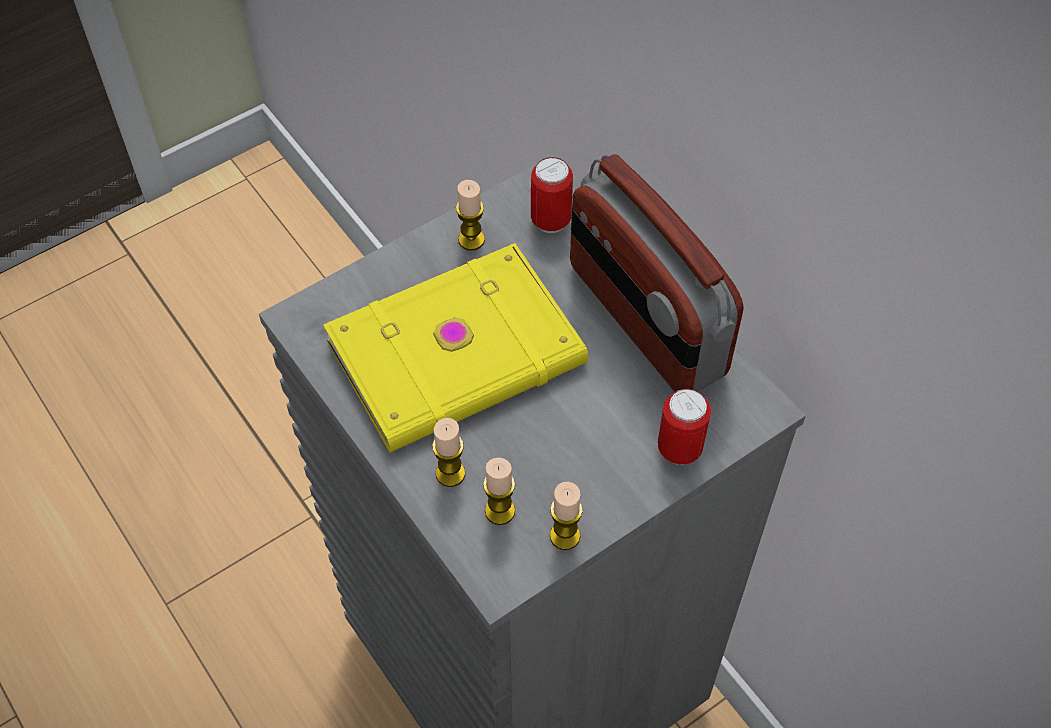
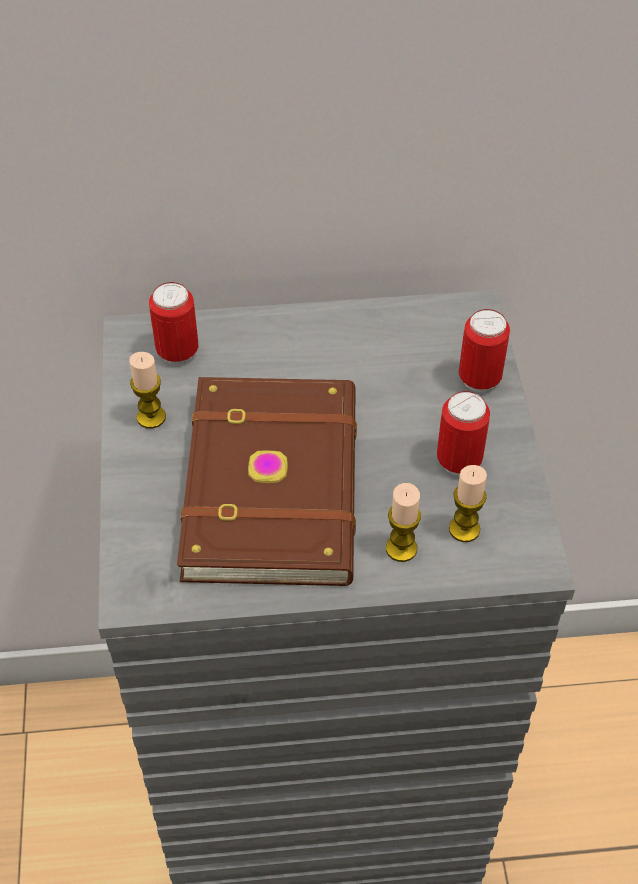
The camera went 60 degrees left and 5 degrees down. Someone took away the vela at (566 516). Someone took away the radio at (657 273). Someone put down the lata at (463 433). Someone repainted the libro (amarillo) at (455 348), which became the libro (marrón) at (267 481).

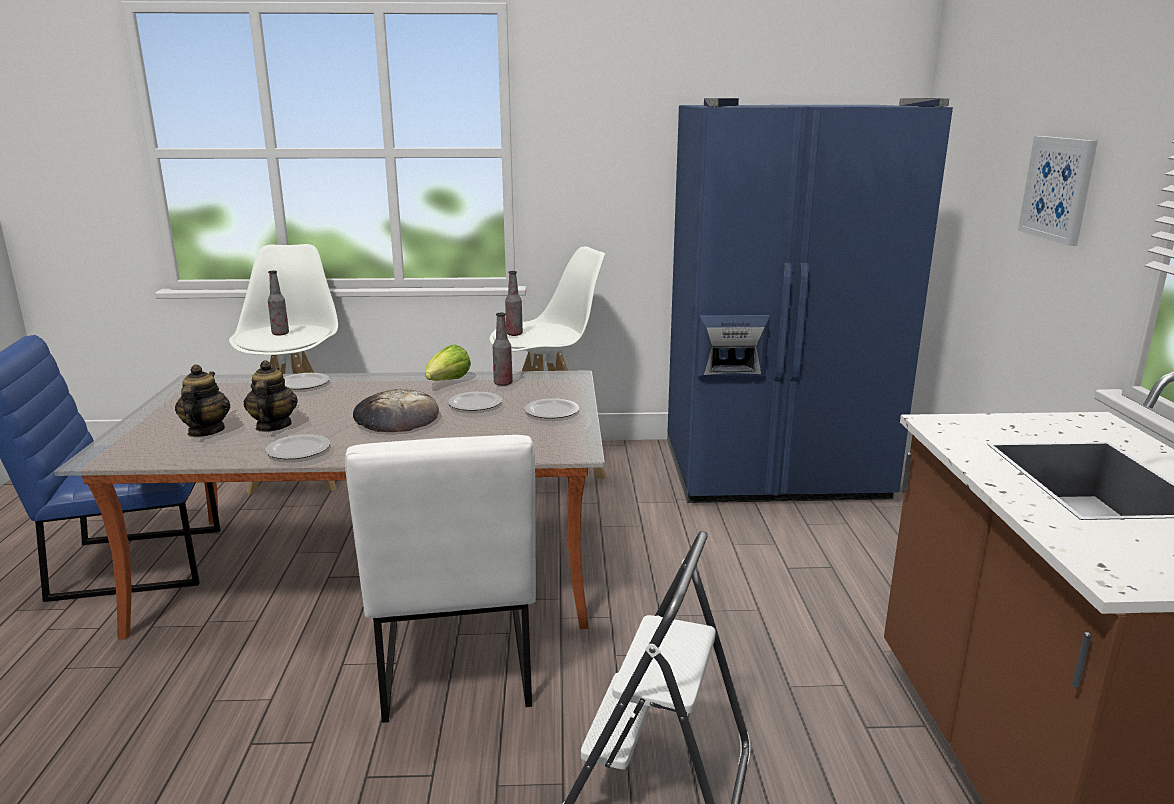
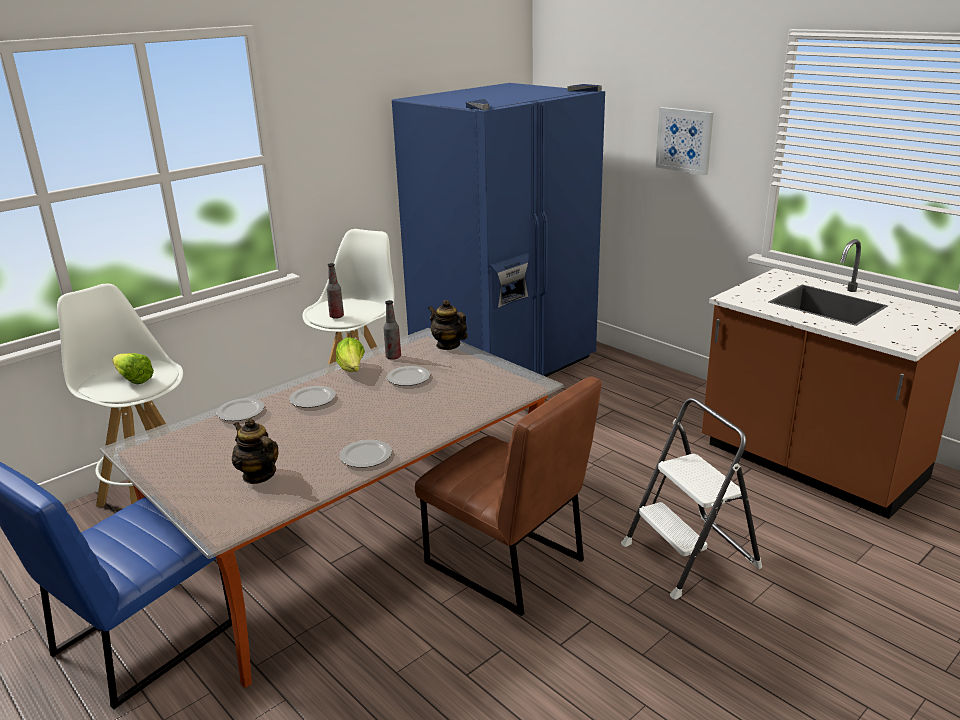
The camera went 40 degrees left and 5 degrees up. Someone took away the pan at (396 410). Someone carried the tetera from (271 396) to (448 325). Someone carried the plato from (551 409) to (312 397). Someone swapped the botella at (278 303) for the lechuga at (133 368). Someone repainted the silla (blanco) at (440 579), which became the silla (marrón) at (508 496).

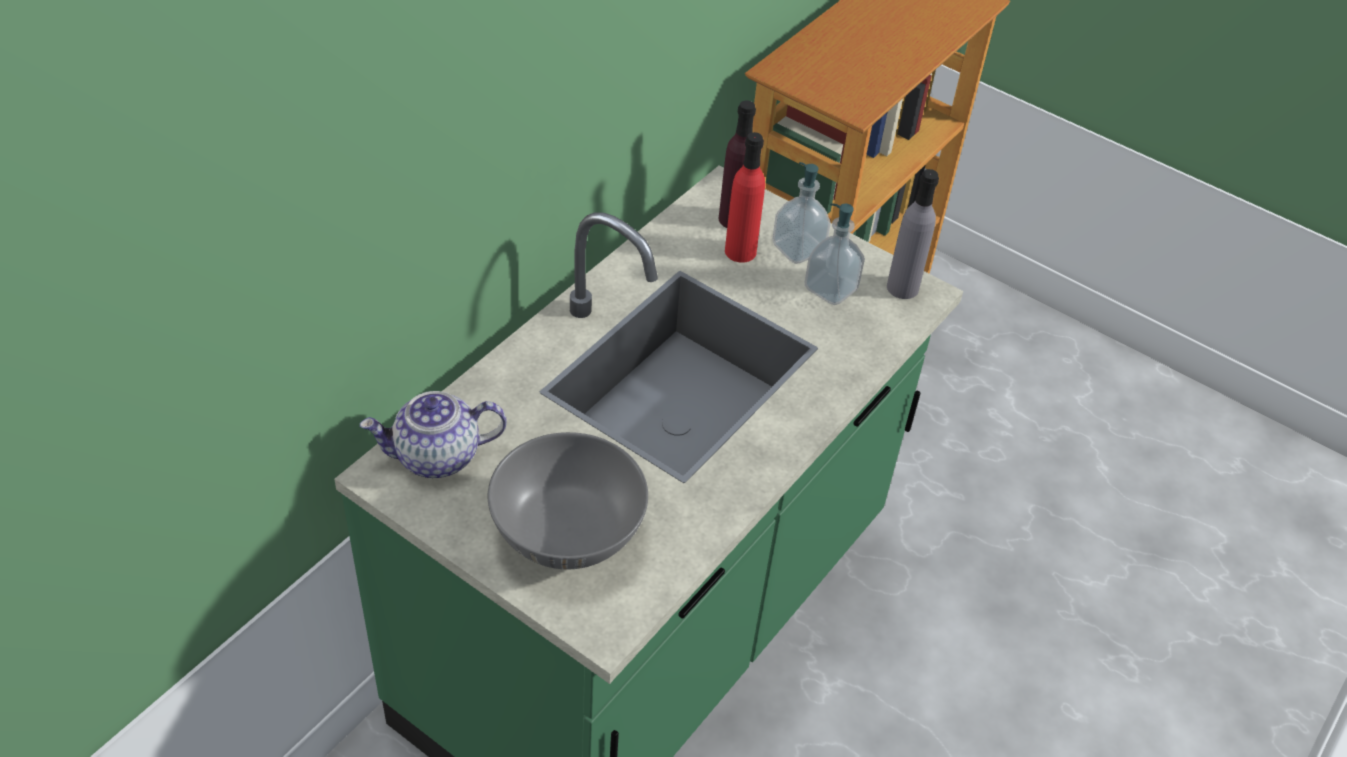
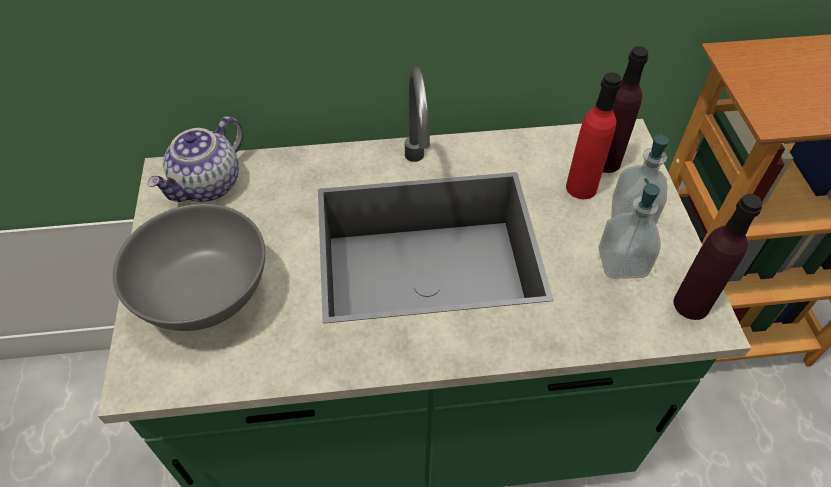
The camera went 50 degrees right and 5 degrees up. Someone repainted the botella (gris) at (913 234), which became the botella (morado) at (718 257). Someone rotated the tetera at (433 434) by 90 degrees counterclockwise.

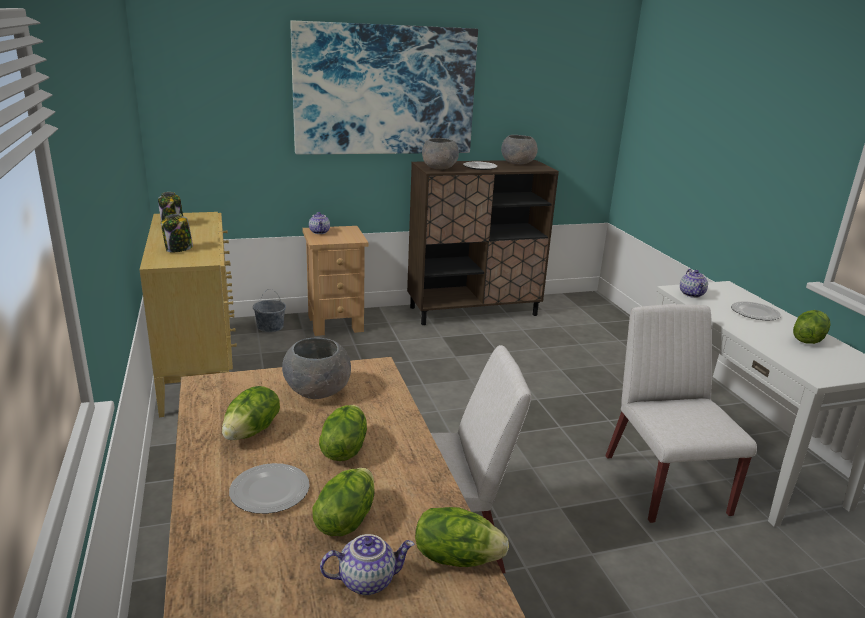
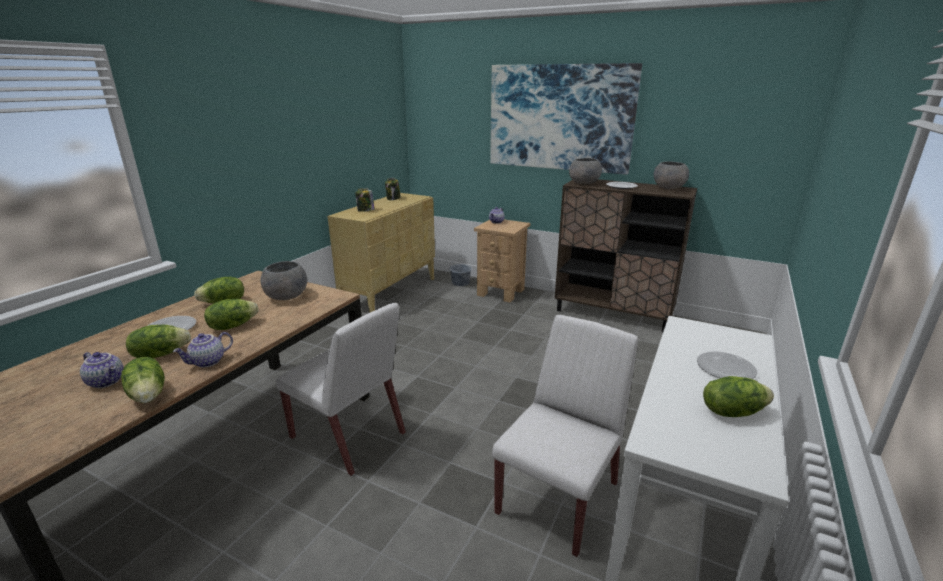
The camera went 45 degrees right and 0 degrees up. Someone carried the tetera from (694 283) to (203 350).

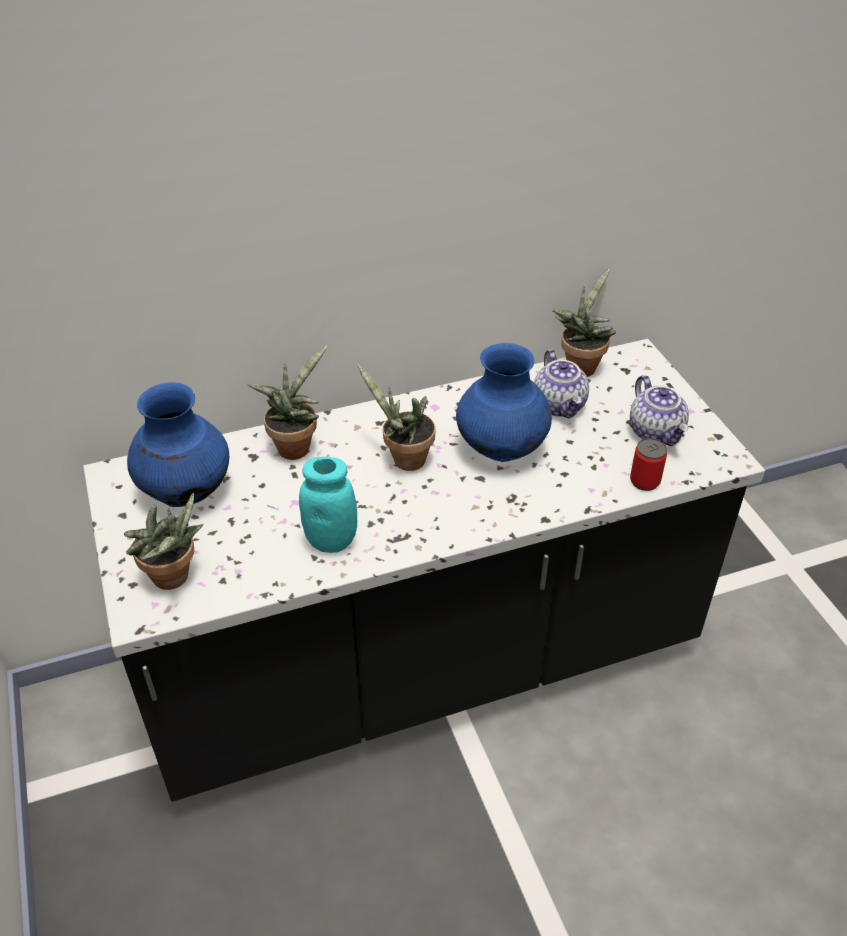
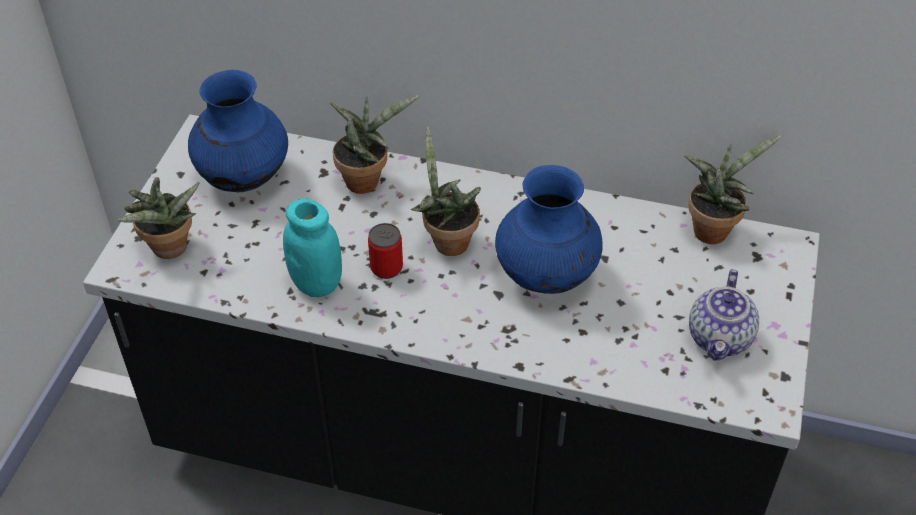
The camera went 35 degrees right and 5 degrees up. Someone took away the tetera at (561 384). Someone carried the lata from (648 464) to (385 251).

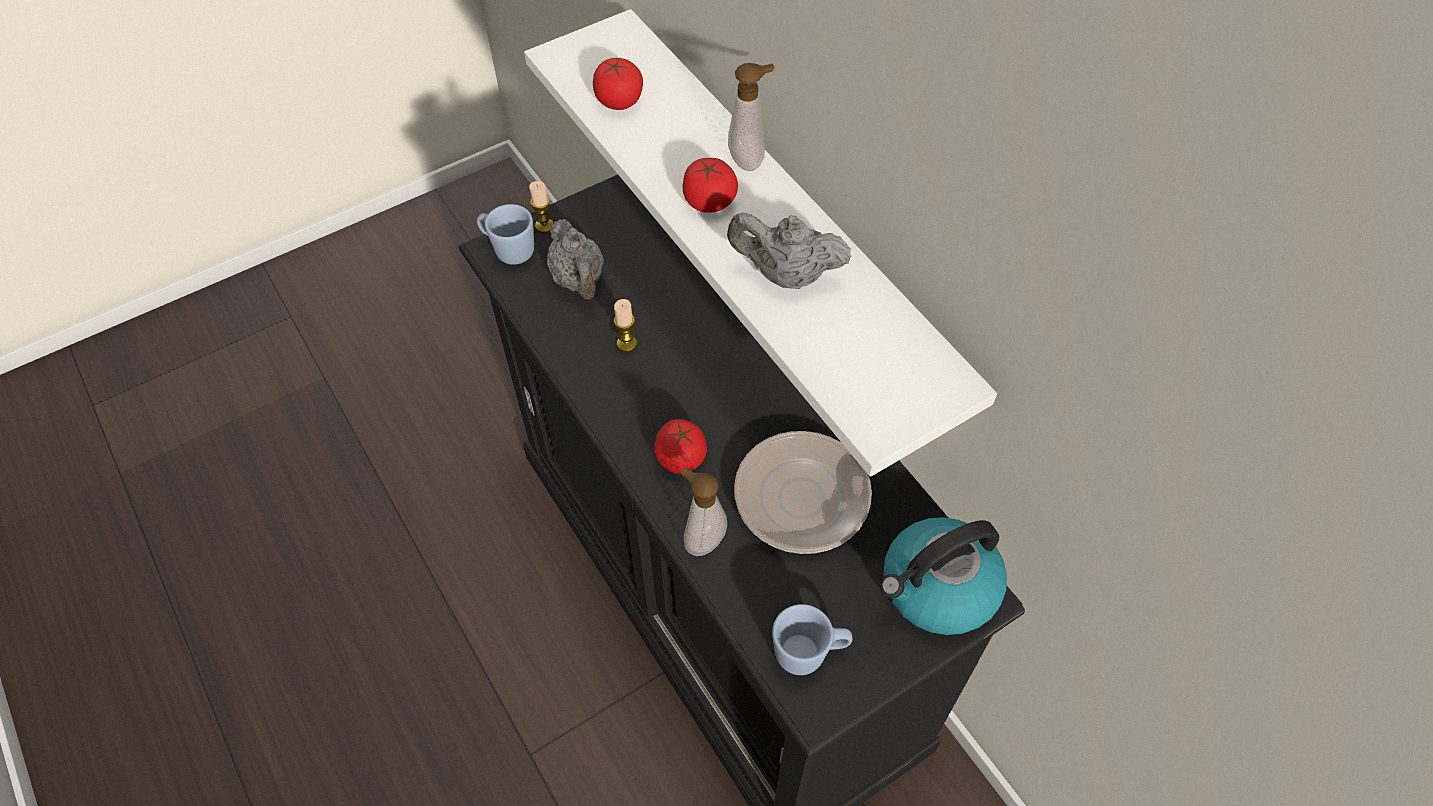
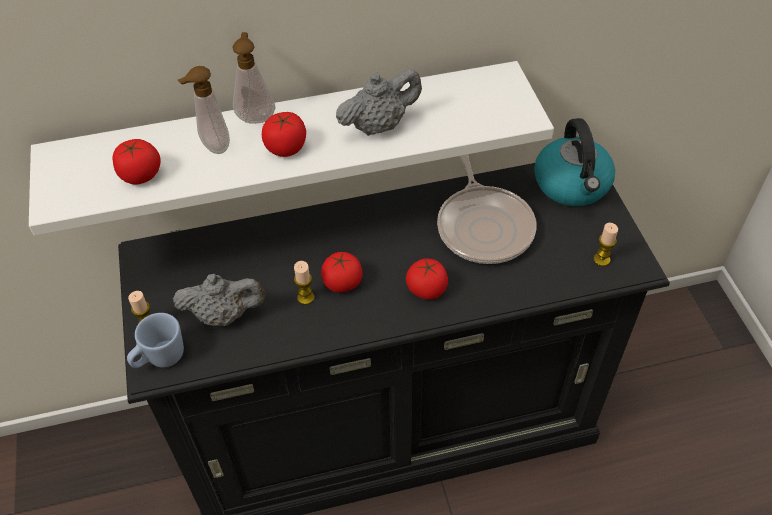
The camera went 70 degrees left and 5 degrees down. Someone put down the tomate at (342 271). Someone carried the dispensador de jabón from (704 511) to (204 110). Someone swapped the taza grande (azul) at (812 639) for the vela at (605 244). Someone rotated the tetera (gris) at (789 250) by 150 degrees counterclockwise.

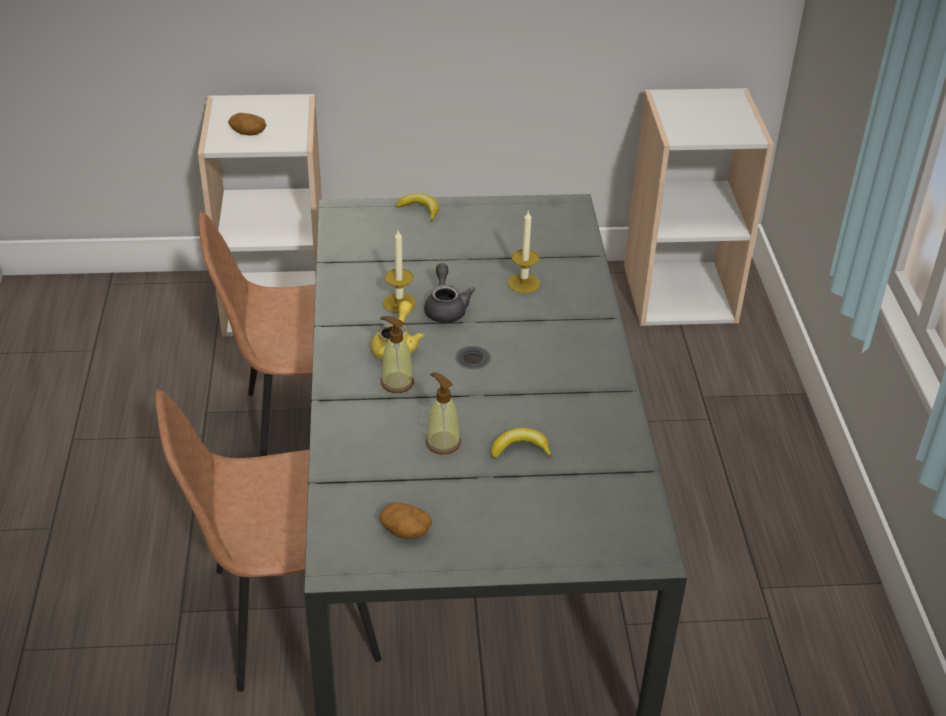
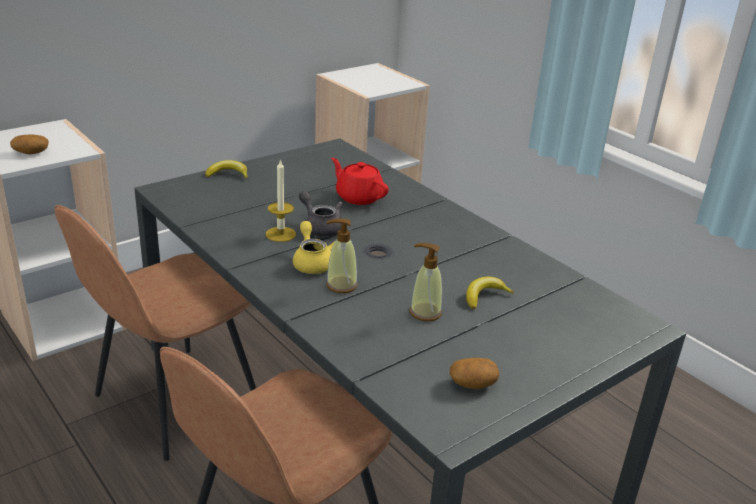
The camera went 35 degrees left and 10 degrees down. Someone swapped the vela at (524 252) for the tetera (rojo) at (360 181).

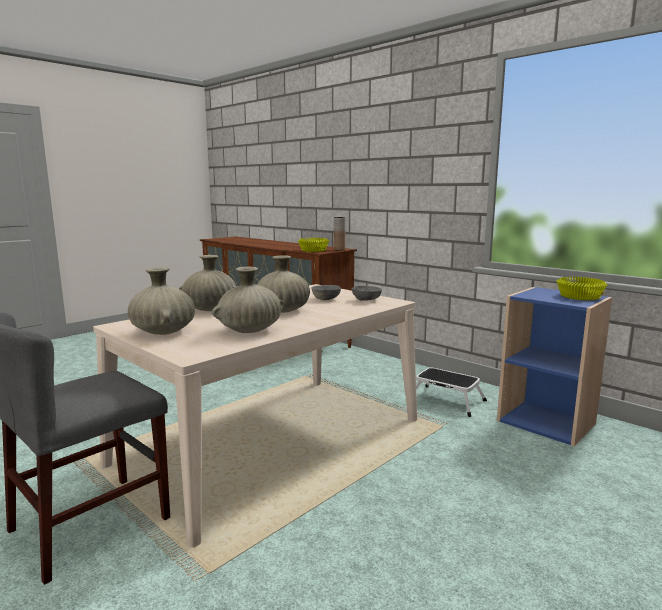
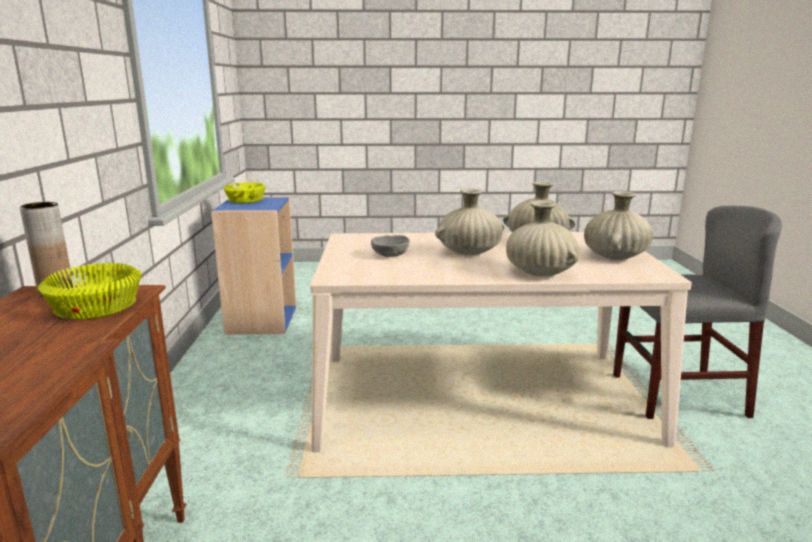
The camera went 135 degrees left and 5 degrees up. Someone took away the cuenco (gris) at (367 293). Someone took away the escalera de tijera (negro) at (451 392).

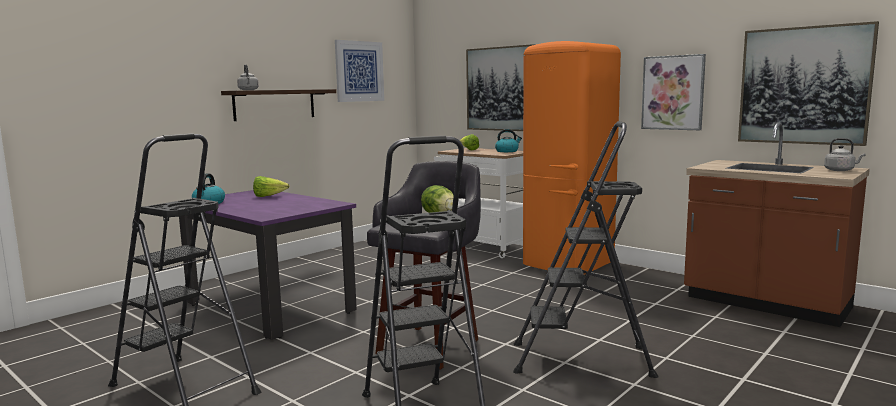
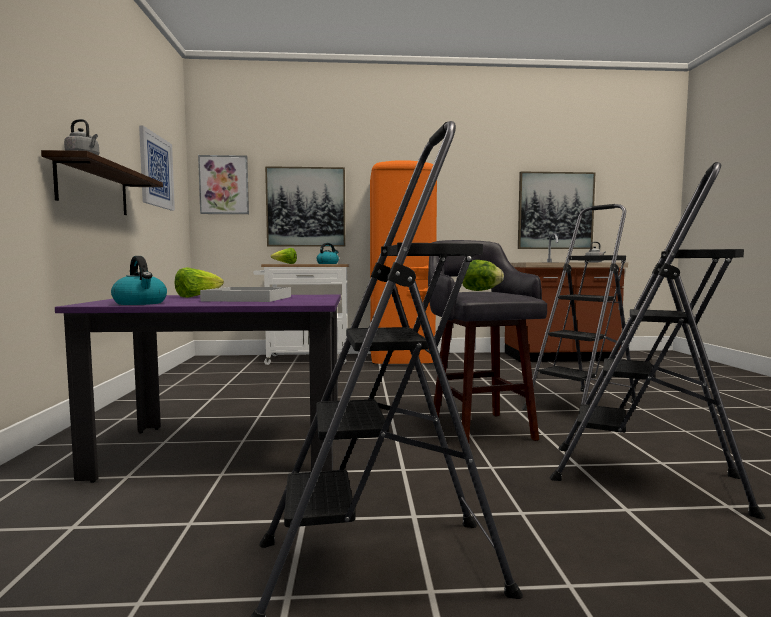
The camera went 45 degrees left and 5 degrees down. Someone put down the bandeja (blanco) at (245 294). Someone carried the cuadro from (673 92) to (223 184).

